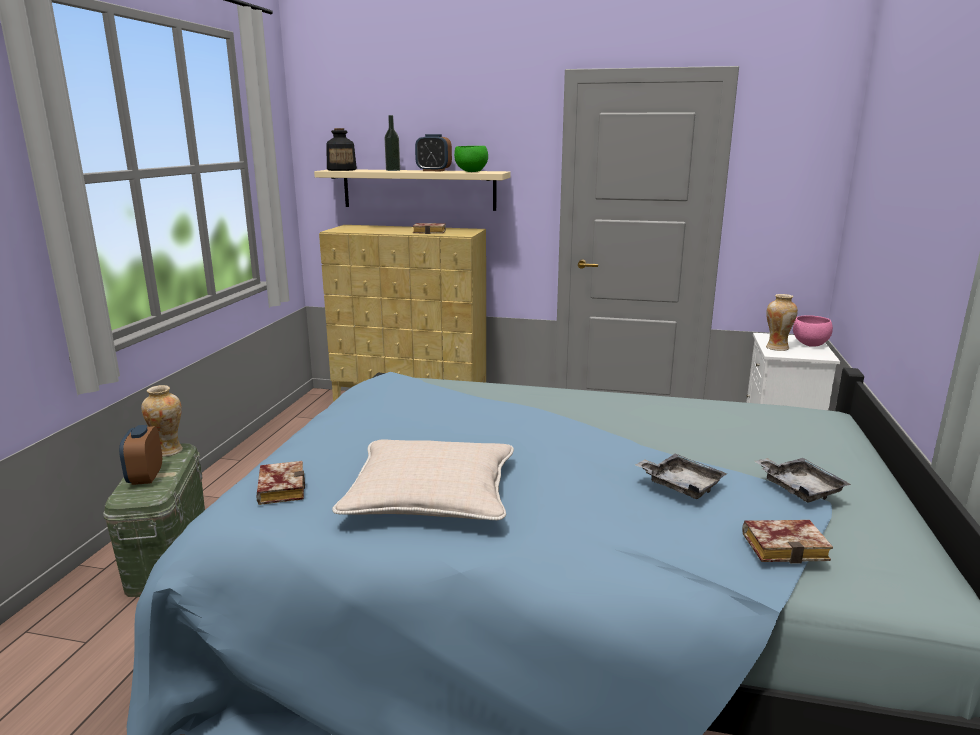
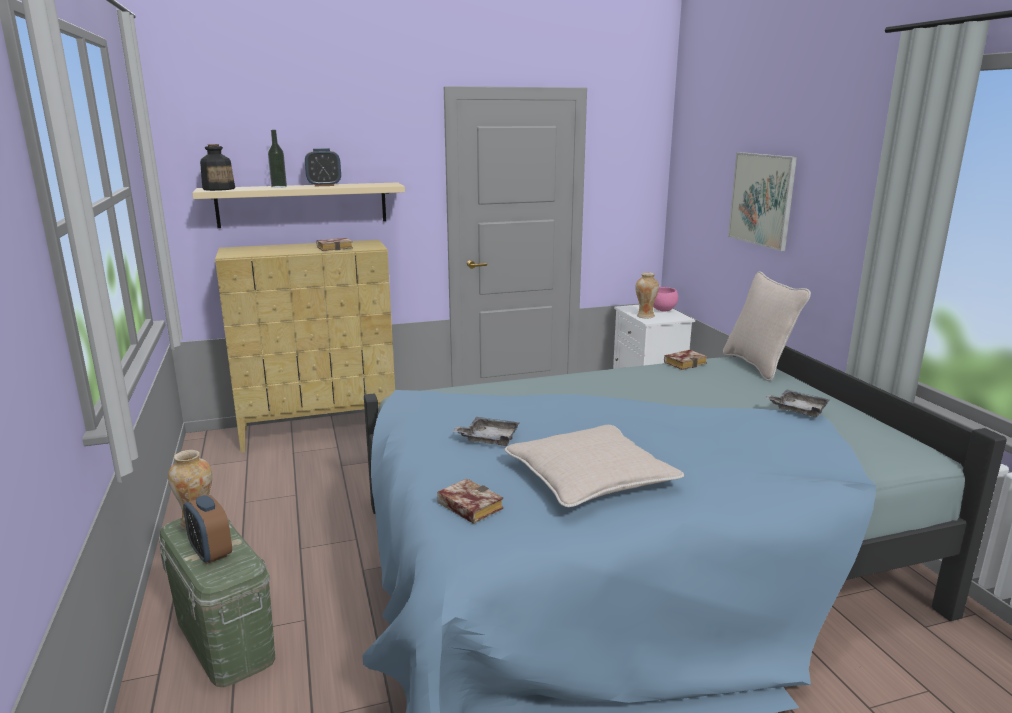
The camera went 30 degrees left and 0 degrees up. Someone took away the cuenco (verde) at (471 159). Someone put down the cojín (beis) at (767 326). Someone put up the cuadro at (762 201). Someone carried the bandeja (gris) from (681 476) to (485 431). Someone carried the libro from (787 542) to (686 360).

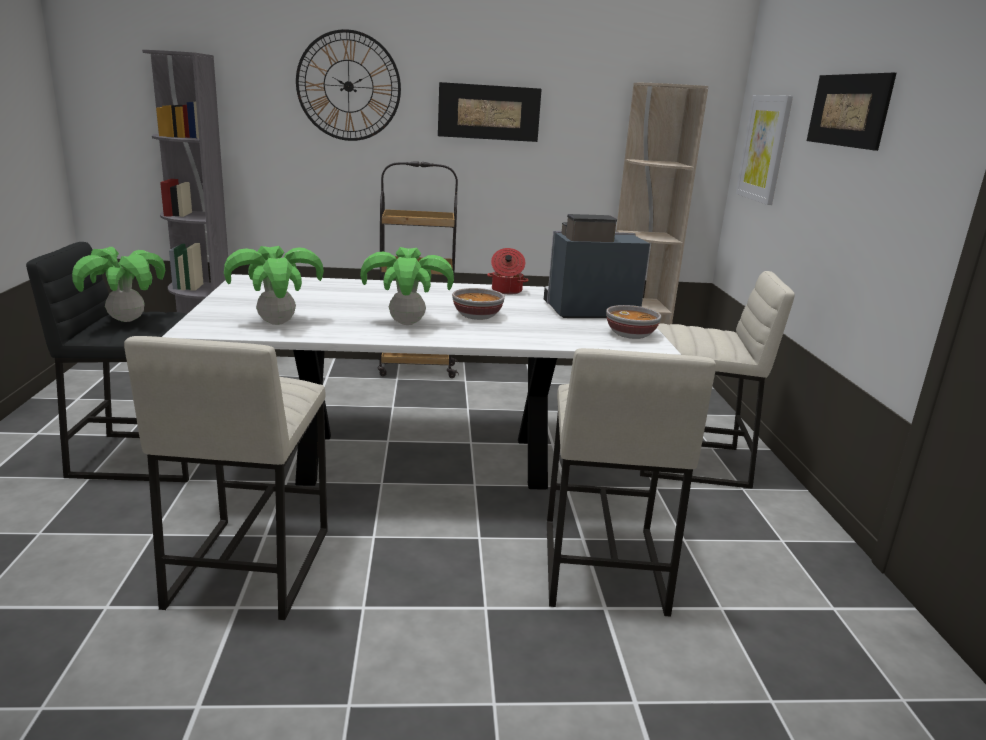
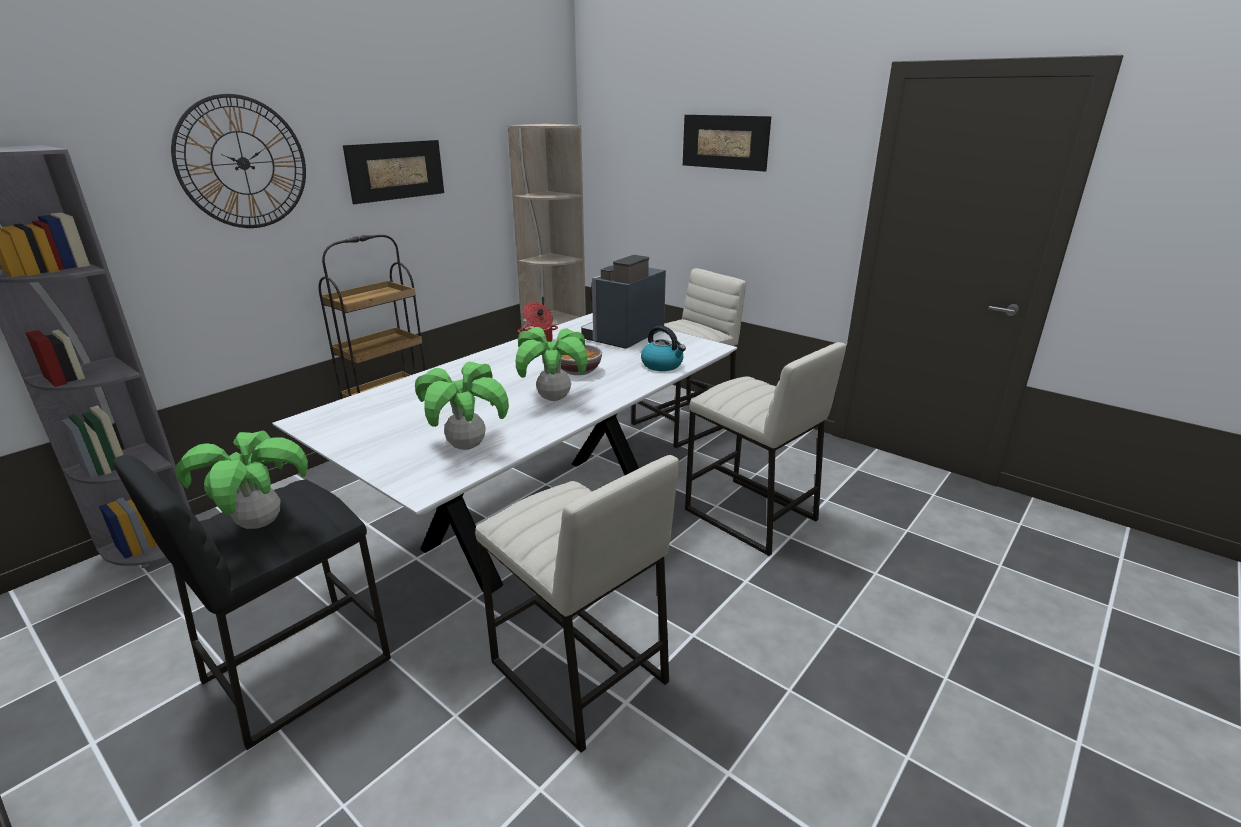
The camera went 45 degrees left and 5 degrees up. Someone took away the cuenco at (633 322). Someone took away the cuadro at (764 150). Someone put down the hervidor at (663 348).

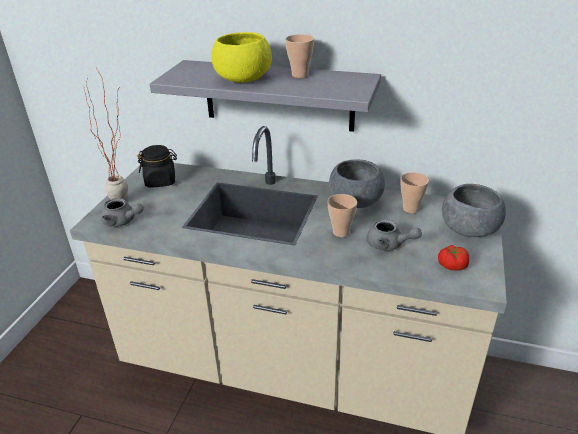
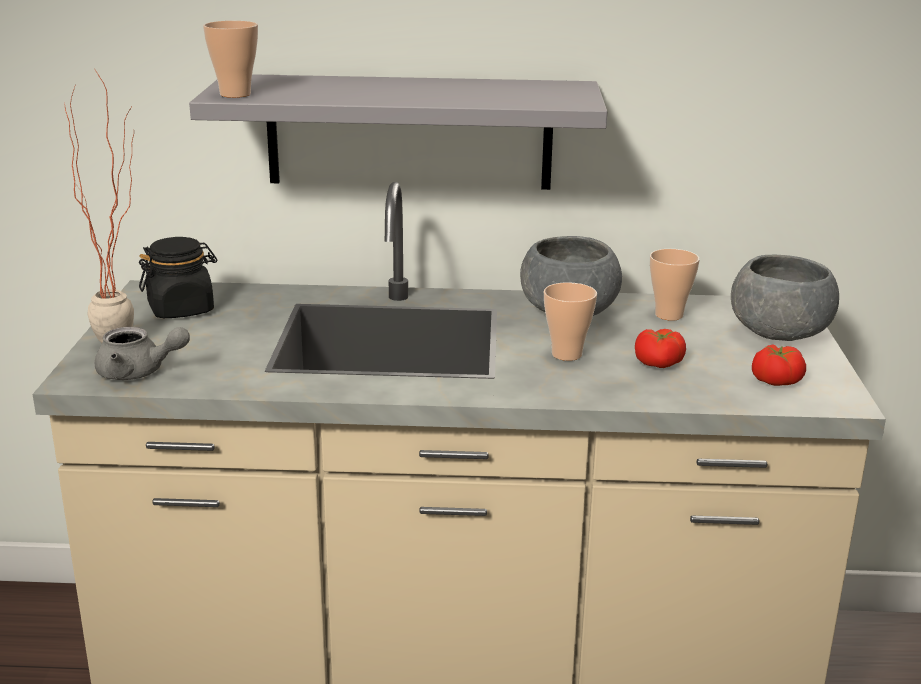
The camera went 15 degrees left and 10 degrees down. Someone took away the cuenco (amarillo) at (241 57). Someone carried the taza from (299 56) to (230 59). Someone swapped the tetera (gris) at (394 235) for the tomate at (660 348).

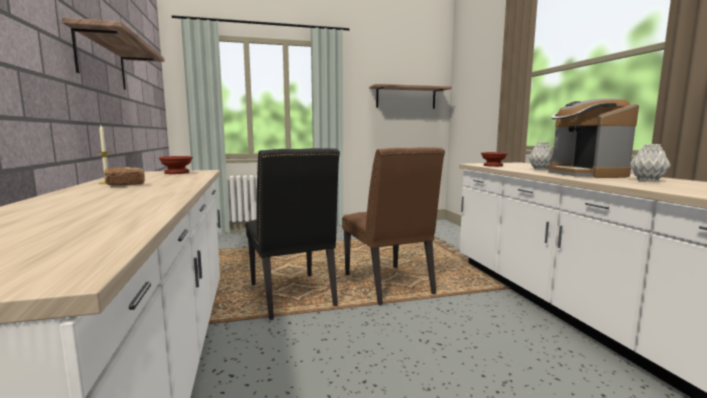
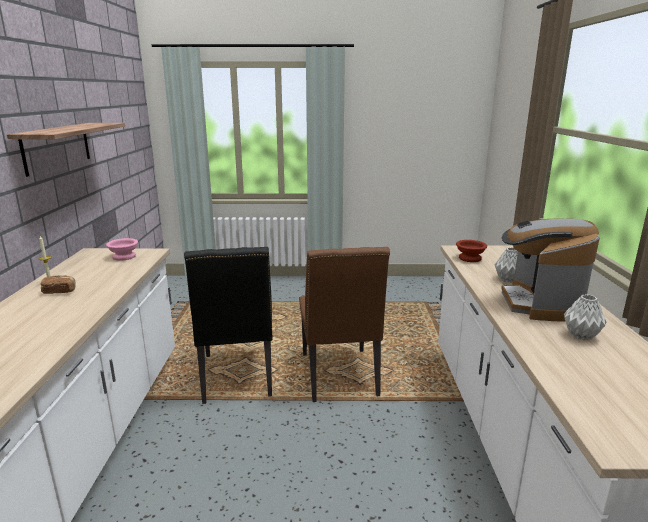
The camera went 15 degrees right and 10 degrees up. Someone took away the estante at (410 96). Someone repainted the cuenco (marrón) at (176 165), which became the cuenco (rosa) at (122 249).

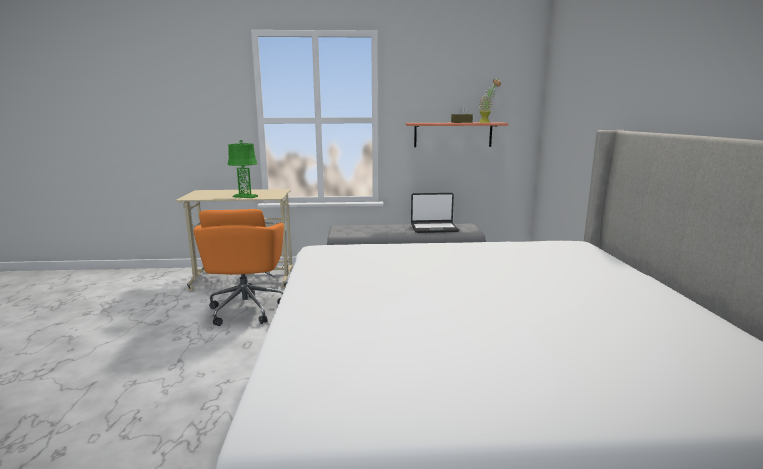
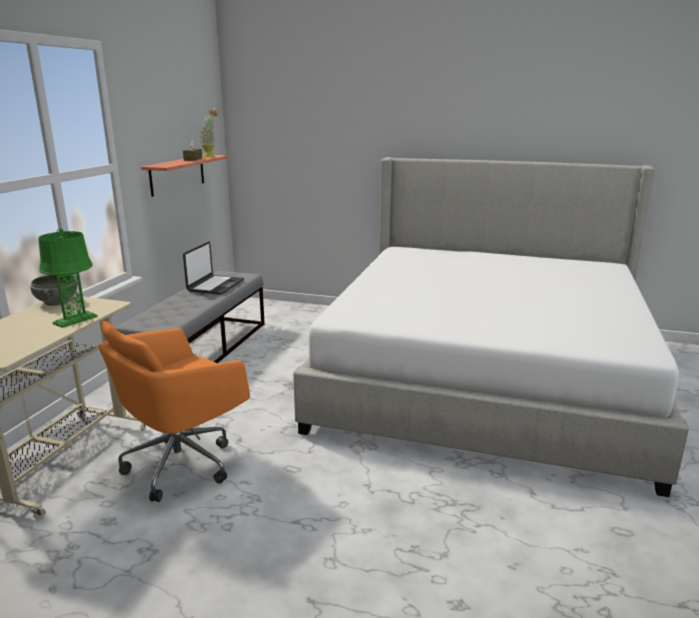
The camera went 70 degrees left and 5 degrees up. Someone put down the cuenco (gris) at (53 290). Someone rotated the silla de oficina (naranja) at (238 267) by 120 degrees clockwise.

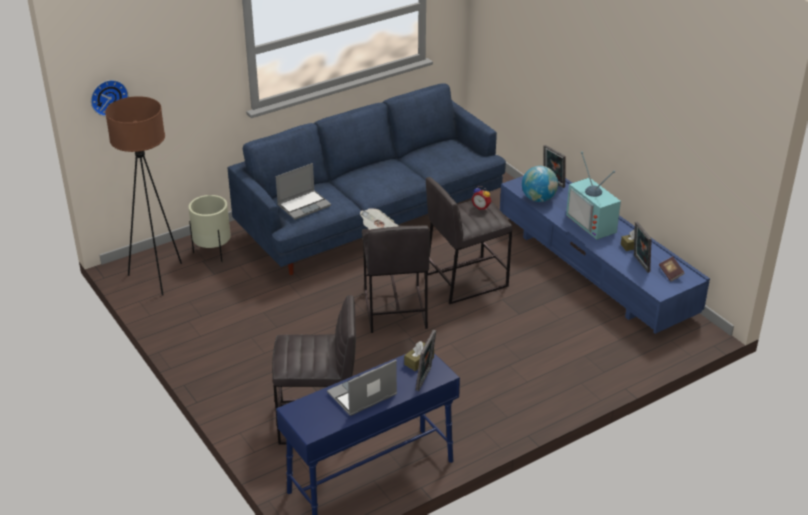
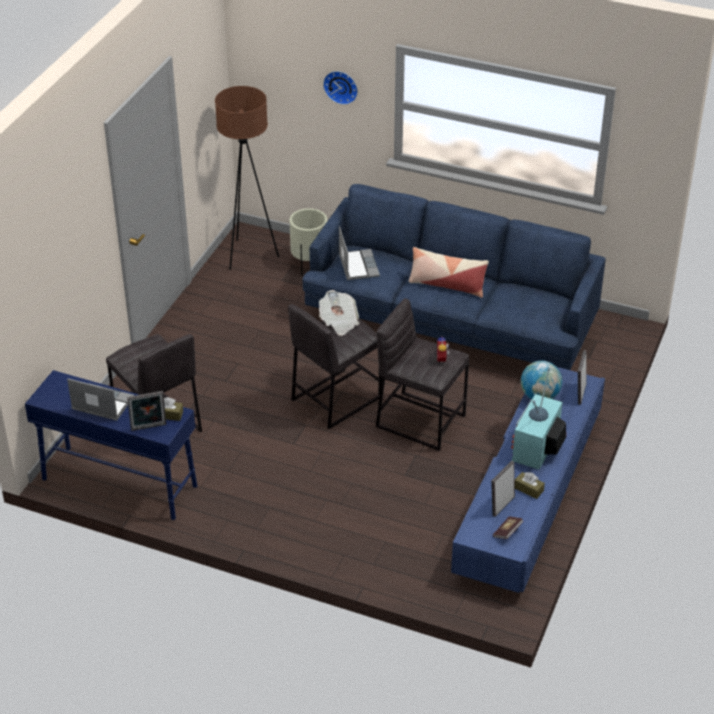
The camera went 55 degrees right and 5 degrees up. Someone put down the cojín at (449 272). Someone carried the reloj de pared from (109 98) to (340 88). Someone rotated the portátil at (303 191) by 120 degrees counterclockwise.

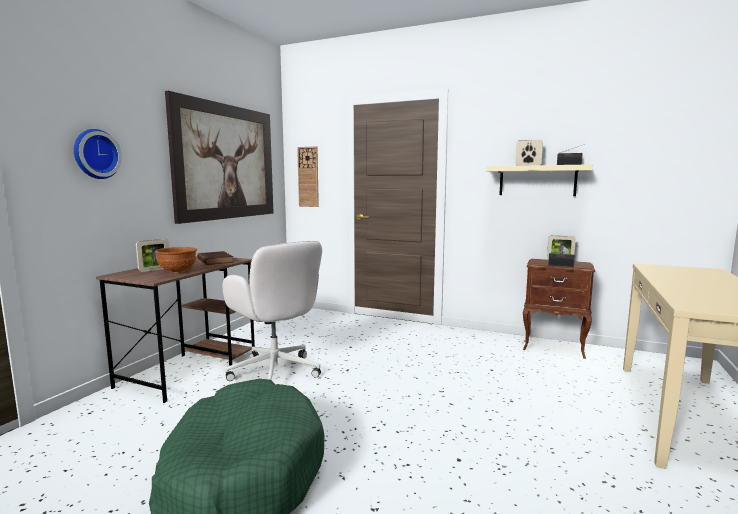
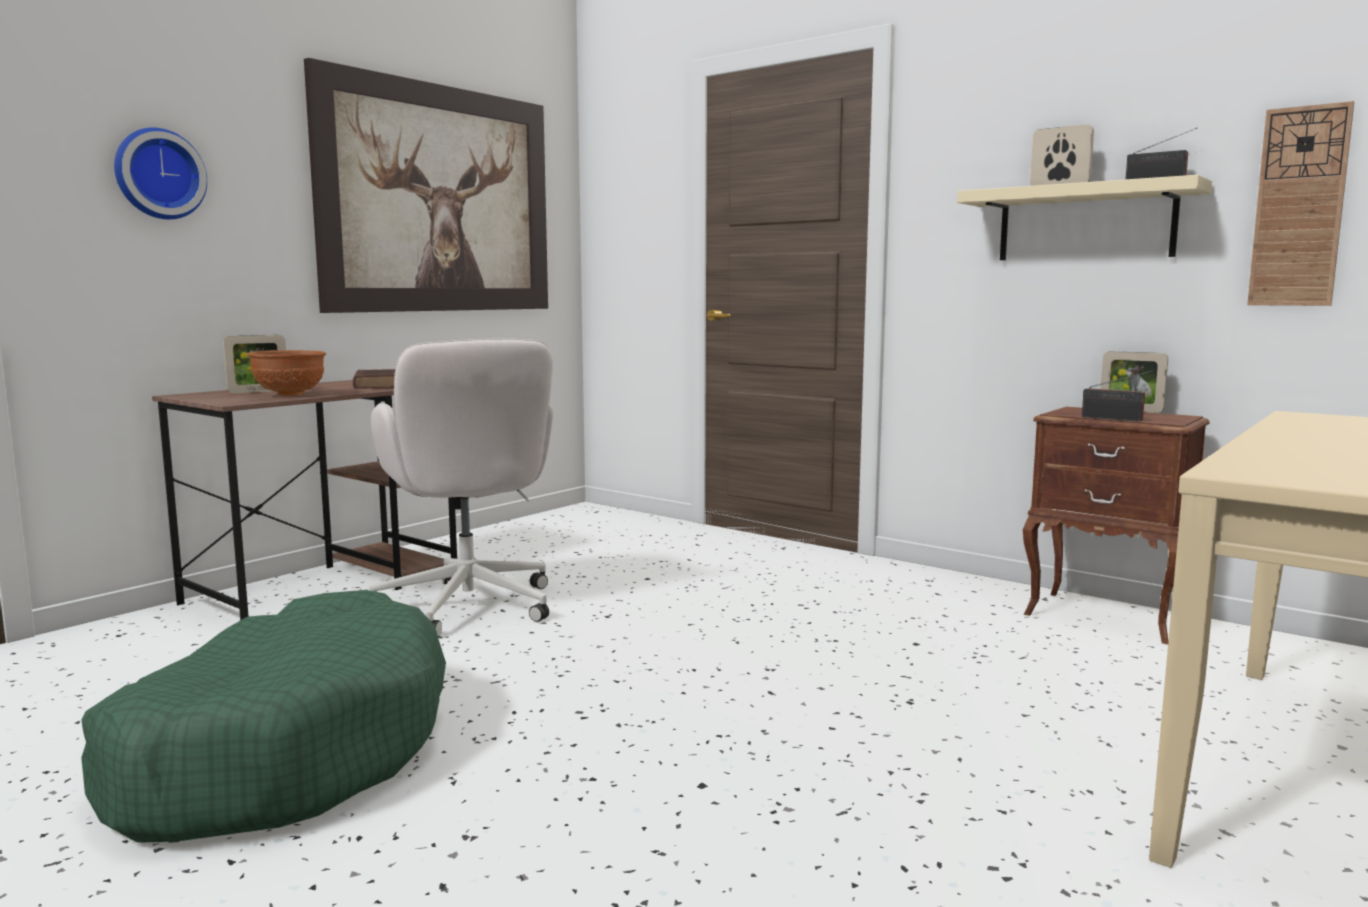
The camera went 15 degrees right and 0 degrees up. Someone carried the reloj de pared from (308 176) to (1300 203).

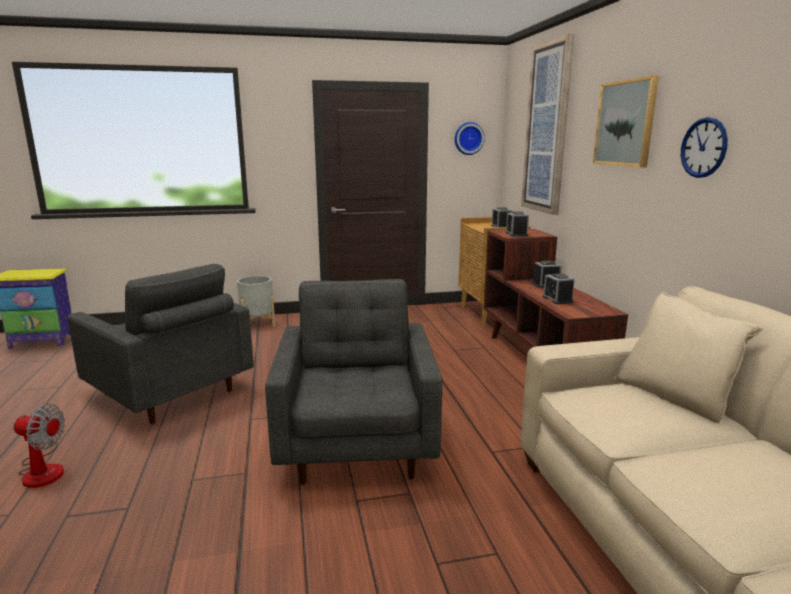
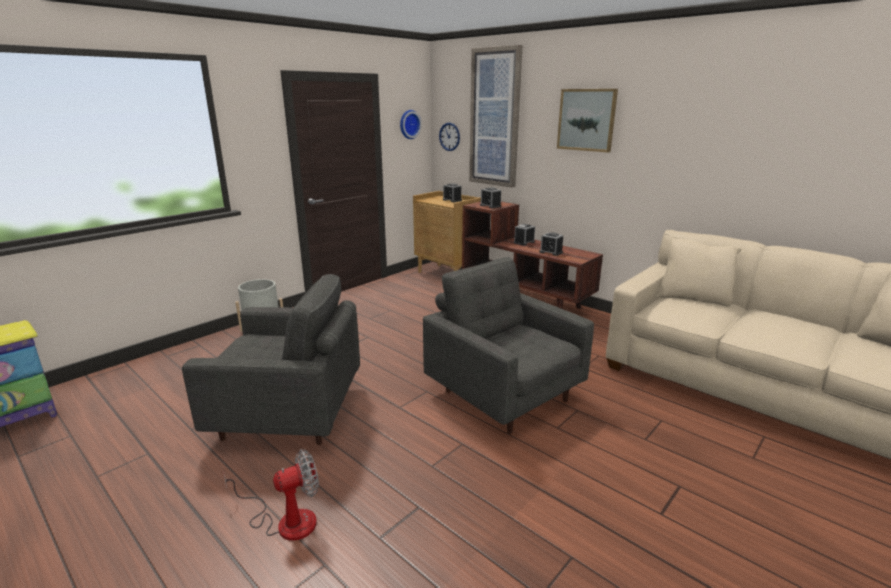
The camera went 35 degrees left and 5 degrees up. Someone carried the reloj de pared from (704 147) to (449 137).

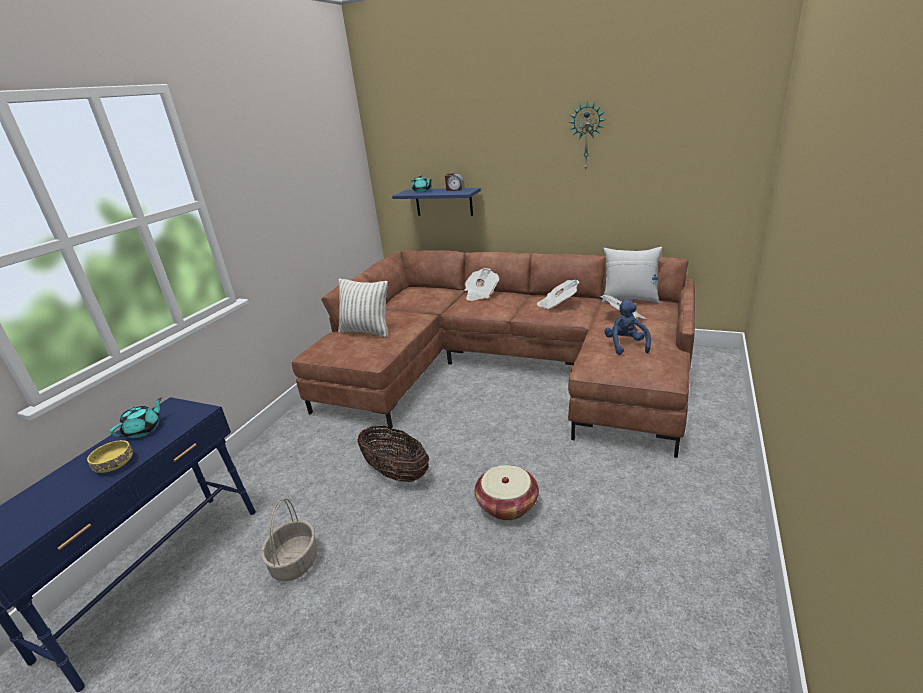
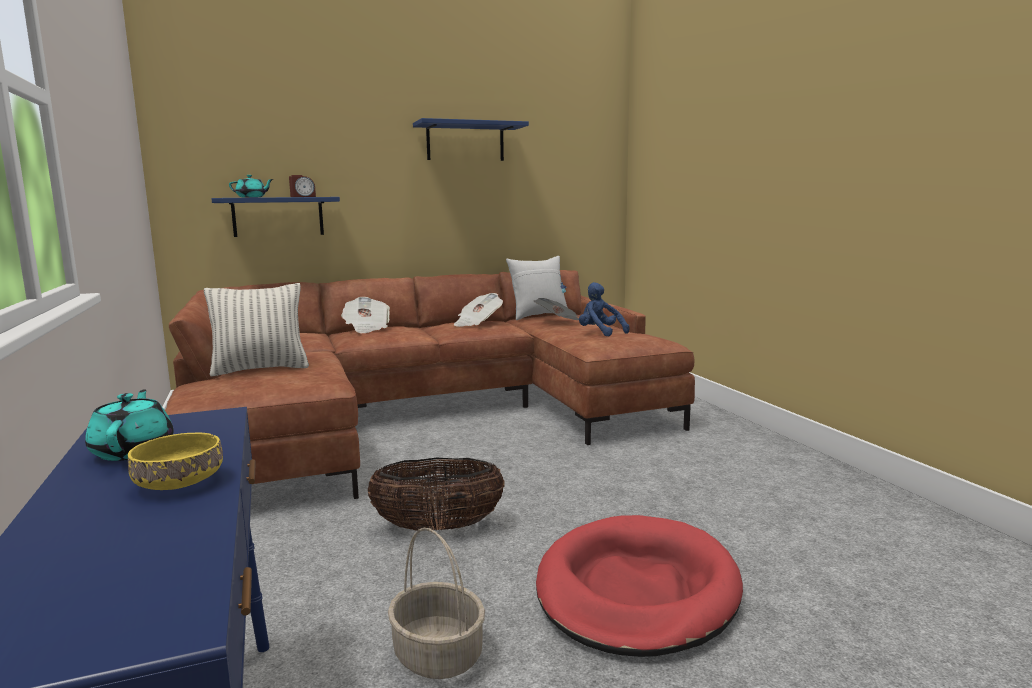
The camera went 45 degrees left and 15 degrees down. Someone took away the cesta at (507 492). Someone put down the cama para perro (rojo) at (639 586). Someone swapped the reloj de pared at (587 135) for the estante (azul) at (471 139).

